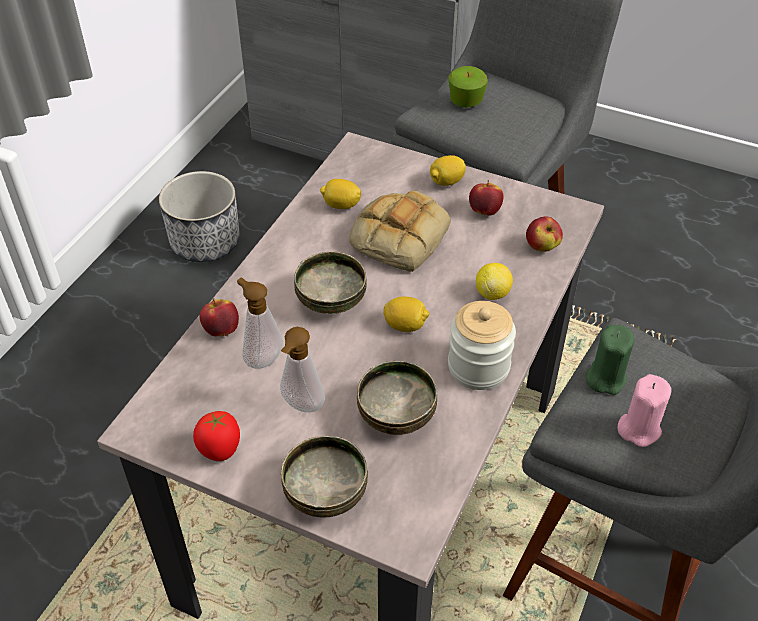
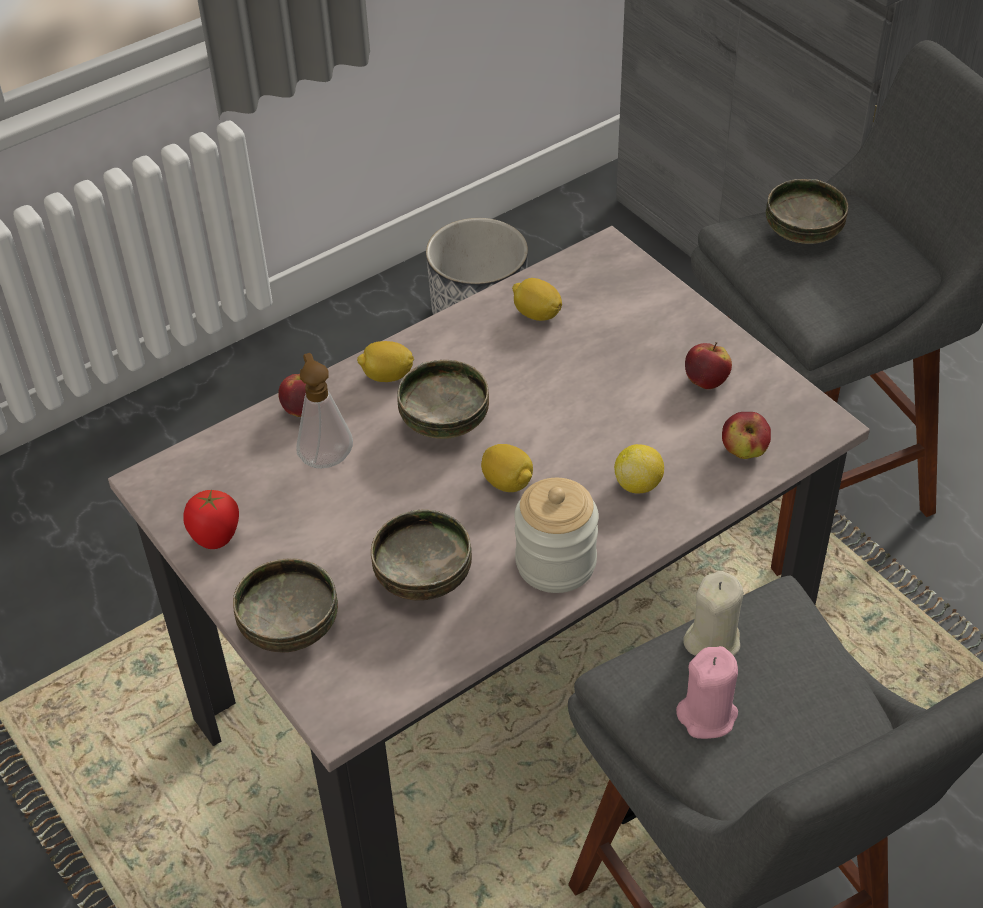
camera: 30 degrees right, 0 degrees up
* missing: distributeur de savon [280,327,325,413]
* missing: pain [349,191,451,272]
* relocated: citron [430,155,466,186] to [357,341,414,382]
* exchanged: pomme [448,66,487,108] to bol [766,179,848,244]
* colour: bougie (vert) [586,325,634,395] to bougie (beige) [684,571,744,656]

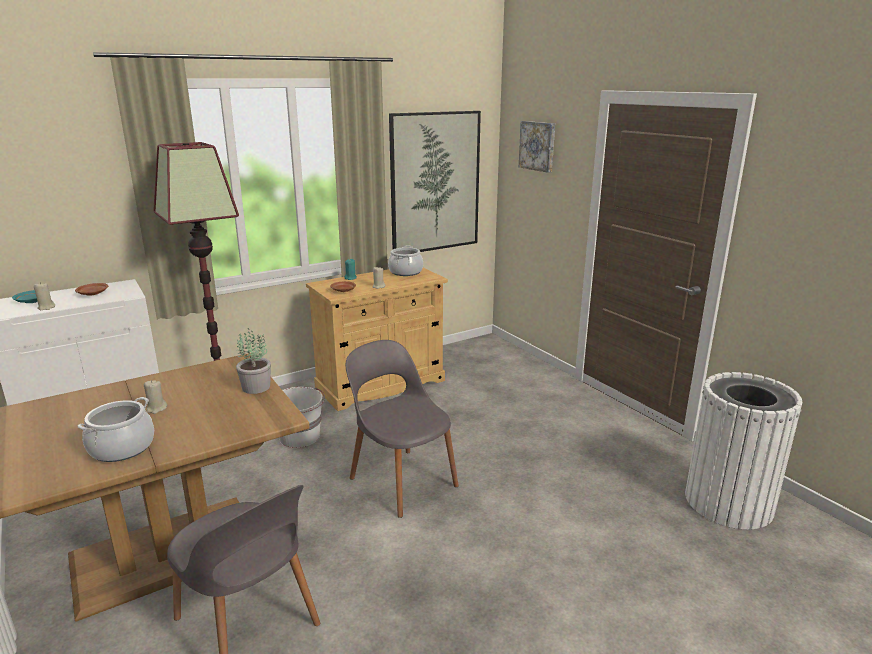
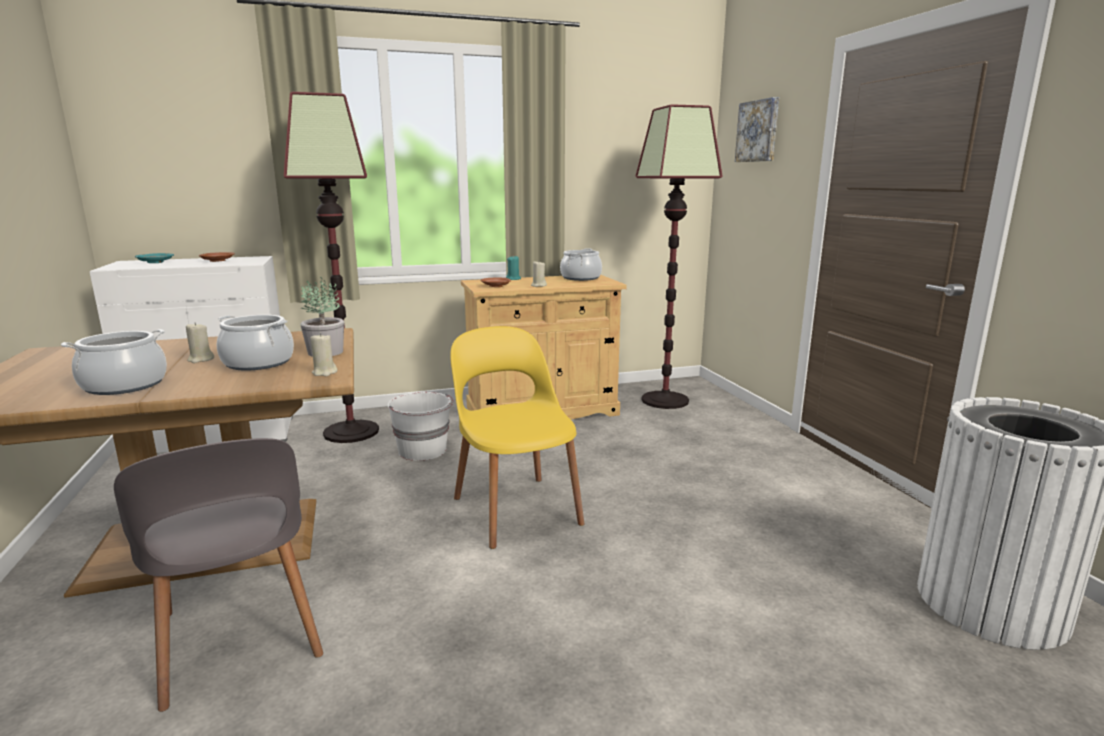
camera: 15 degrees right, 5 degrees down
* missing: tableau [389,111,481,252]
* appeared: marmite [217,315,294,371]
* appeared: lampadaire [636,104,723,409]
* relocated: bougie (beige) [34,282,55,310] to [310,333,337,376]
* colour: chaise (gris) [346,340,459,518] to chaise (jaune) [450,326,584,549]

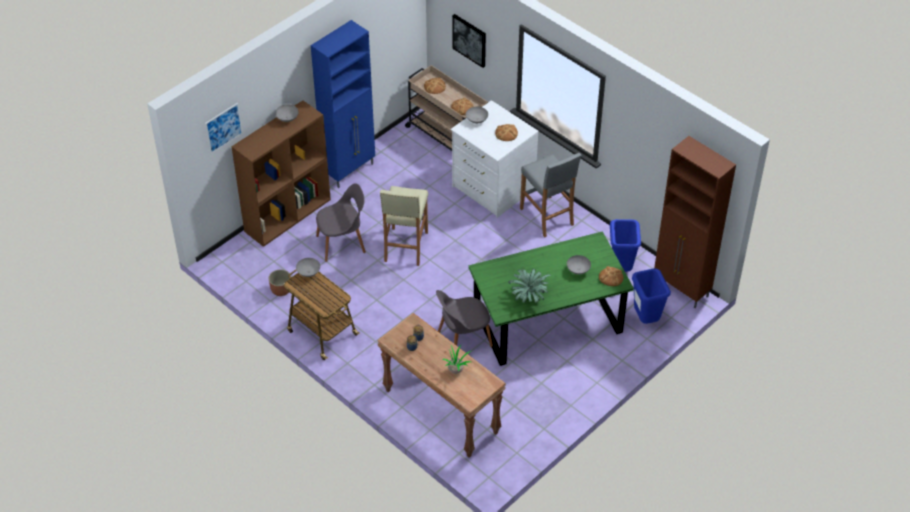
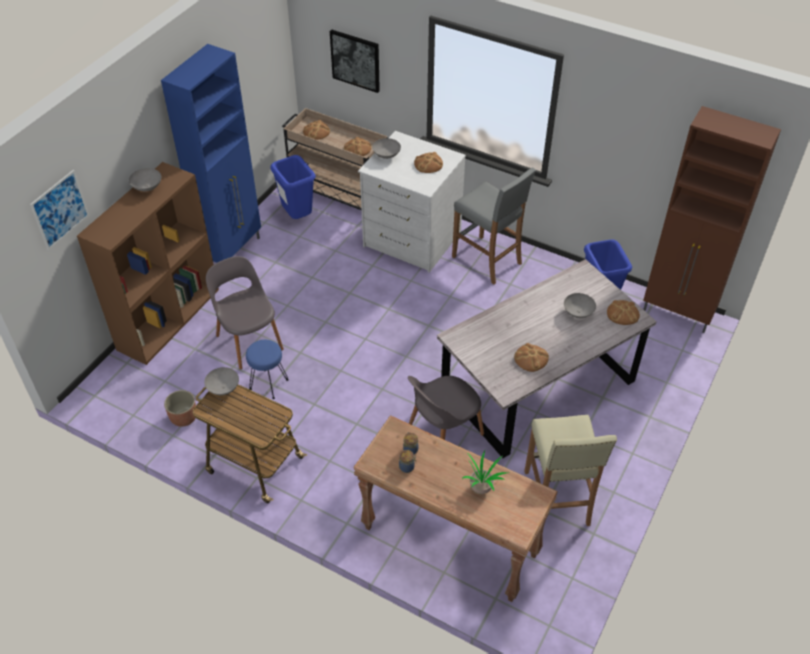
camera: 15 degrees left, 0 degrees up
* appeared: tabouret (bleu) [246,340,289,399]
* relocated: tabouret (beige) [380,186,428,266] to [524,415,617,526]
* relocated: poubelle (bleu) [632,268,671,324] to [270,155,316,219]
* exchanged: plante en pot [508,268,551,303] to pain [514,343,549,372]
* colour: table à manger (vert) [468,231,634,366] to table à manger (gris) [437,259,657,458]
* spun: chaise (gris) [316,183,366,262] = [206,256,284,370] 90 degrees counterclockwise

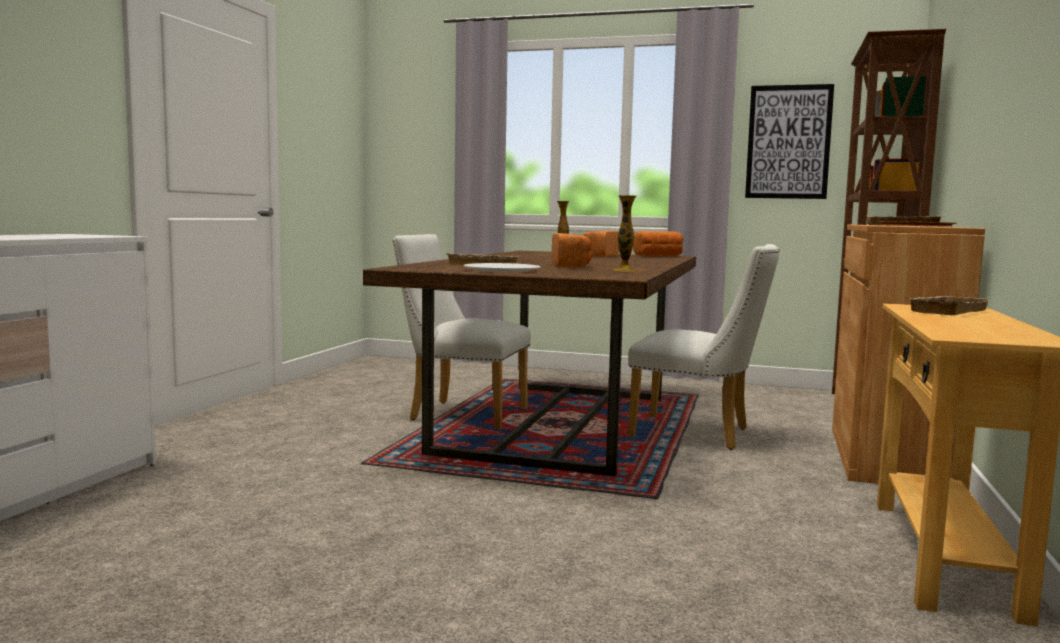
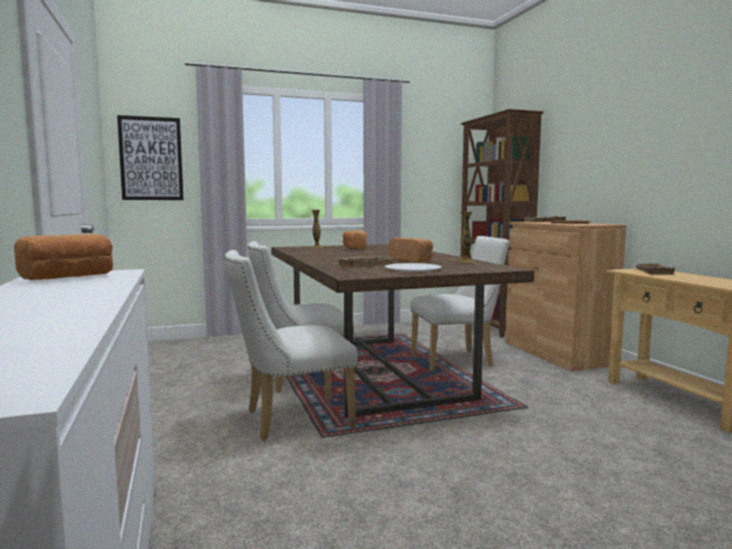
camera: 35 degrees left, 0 degrees up
* appeared: chaise (blanc) [225,250,358,441]
* relocated: pain [633,231,684,256] to [14,234,113,280]
* relocated: tableau [745,84,834,199] to [117,115,184,200]

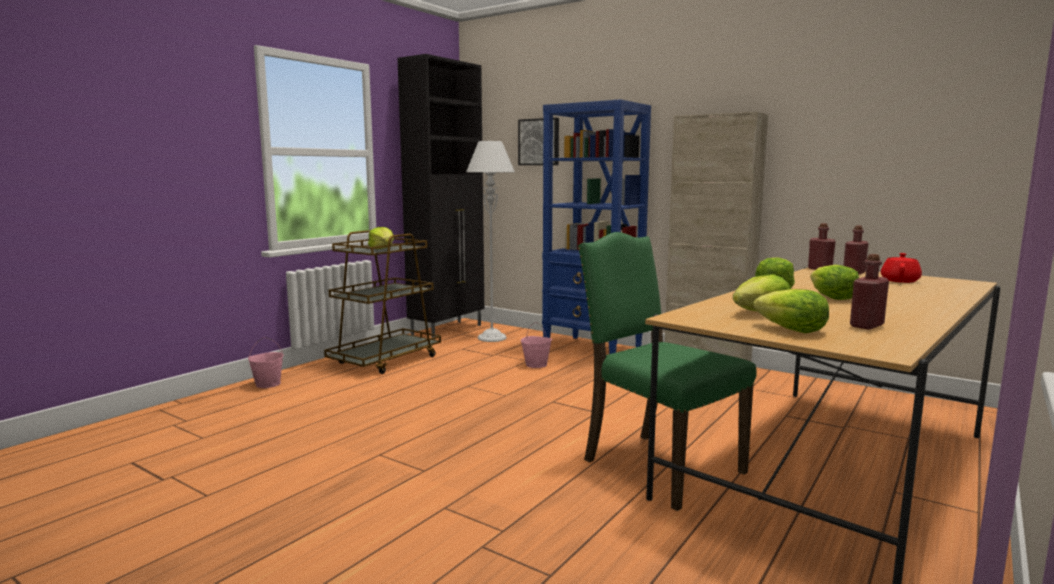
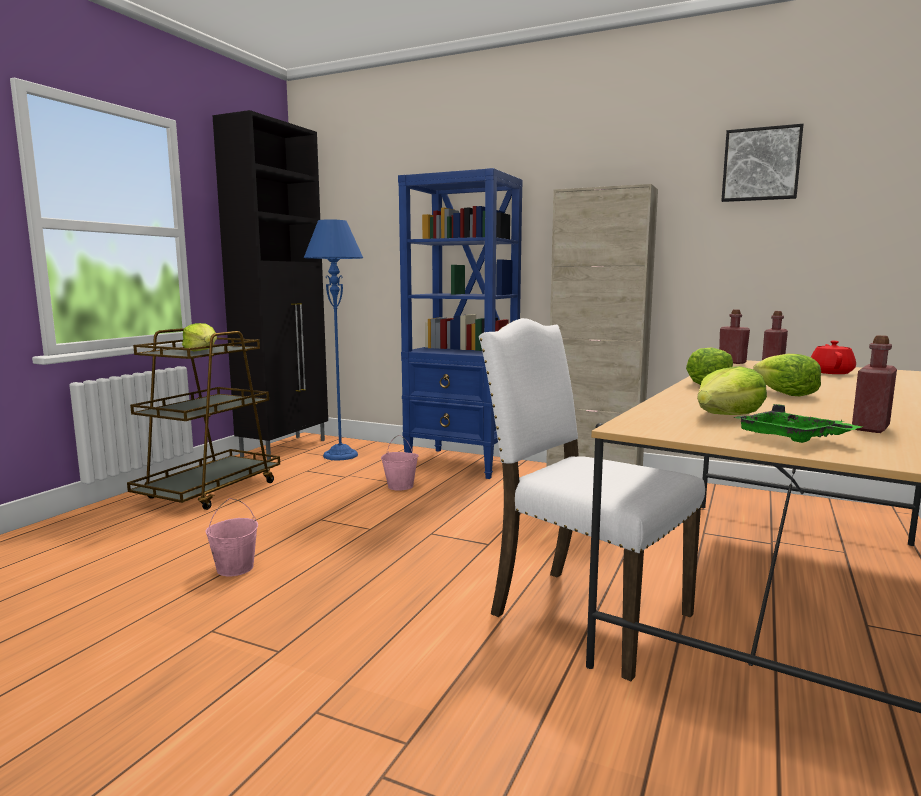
camera: 10 degrees left, 0 degrees up
* relocated: seau (rose) [248,337,283,388] to [205,498,258,576]
* relocated: tableau [518,118,559,165] to [721,124,803,202]
* exchanged: laitue [753,289,829,333] to plateau (vert) [733,404,863,443]
* colour: lampadaire (gris) [466,141,515,342] to lampadaire (bleu) [304,219,363,460]
* colour: chaise (vert) [578,232,757,511] to chaise (blanc) [479,318,705,681]

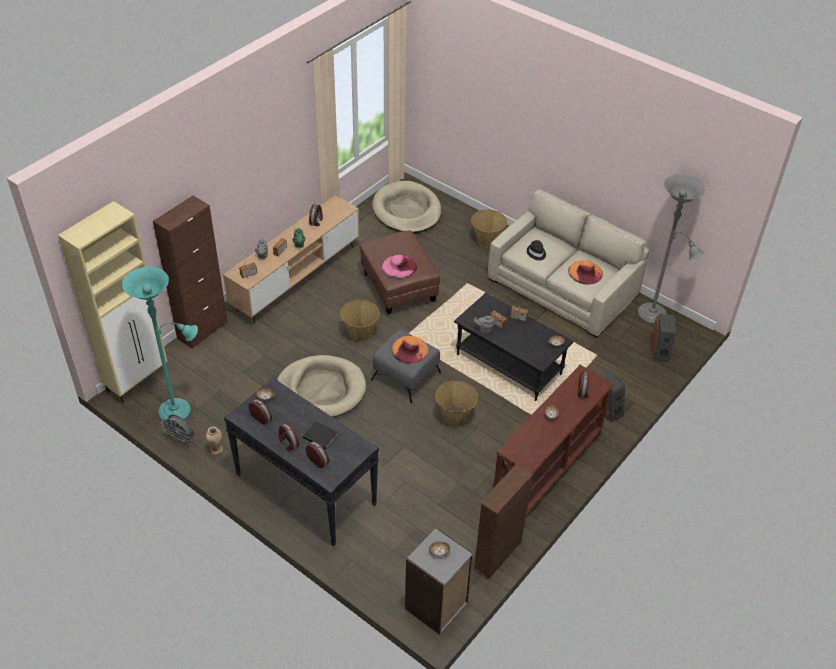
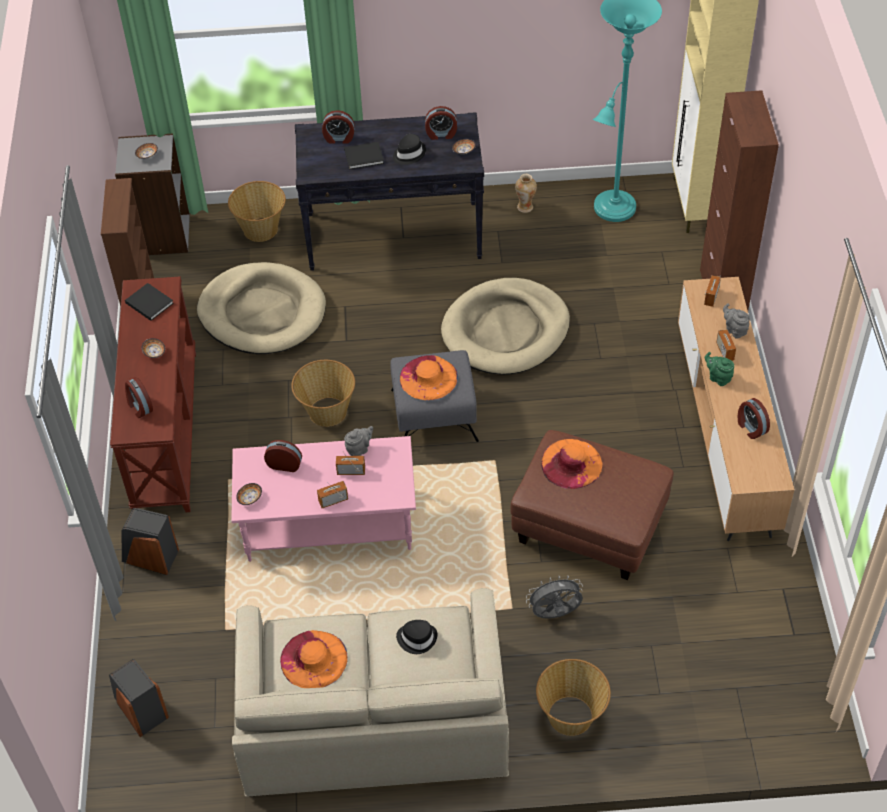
camera: 140 degrees right, 5 degrees up
* missing: lampadaire (gris) [638,174,705,325]
* appeared: livre (noir) [125,283,174,321]
* appeared: chapeau (noir) [393,134,426,165]
* relocated: ventilateur (gris) [161,415,194,446] to [526,575,583,619]
* relocated: réveil [279,422,299,451] to [264,440,302,472]
* relocated: panier [340,300,380,342] to [228,181,286,242]
* relocated: panier pour chien (beige) [372,181,441,233] to [197,262,326,354]
* colour: chapeau (rose) [382,254,417,278] to chapeau (orange) [541,439,602,489]
* colour: table basse (noir) [454,293,573,401] to table basse (rose) [231,436,416,562]

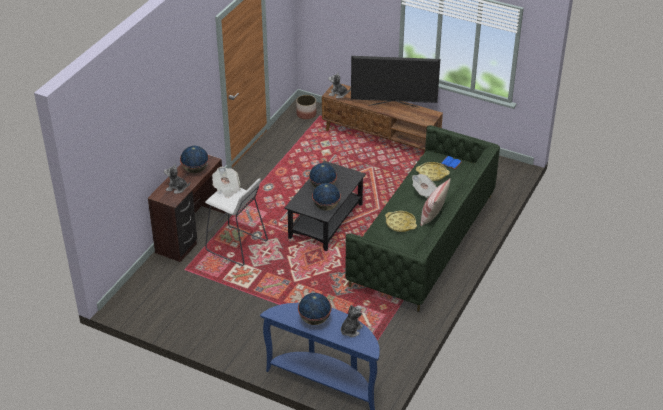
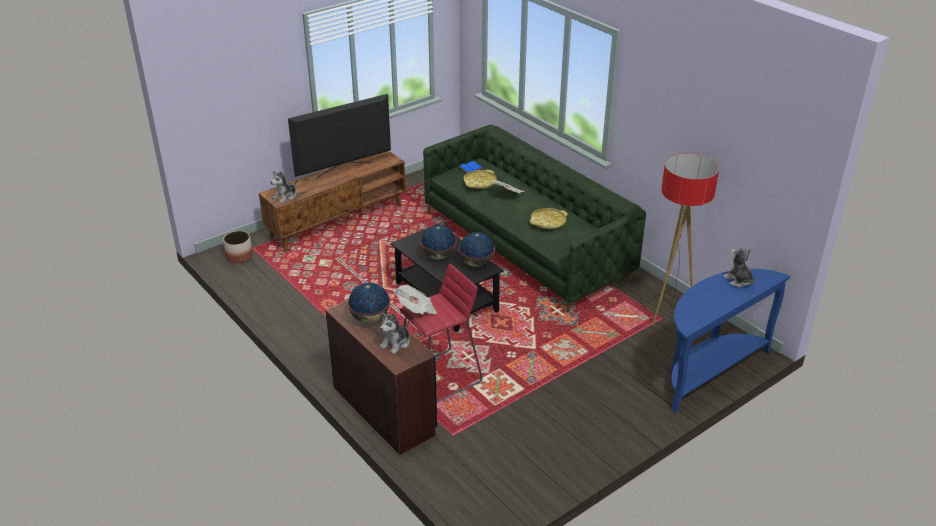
camera: 65 degrees left, 5 degrees down
* missing: globe [298,293,331,325]
* missing: coussin [421,178,451,226]
* appeared: lampadaire [652,153,719,326]
* colour: tabouret (blanc) [205,178,268,266] to tabouret (rouge) [400,264,482,402]
* spun: téléviseur [351,56,440,108] = [288,94,391,179] 150 degrees counterclockwise

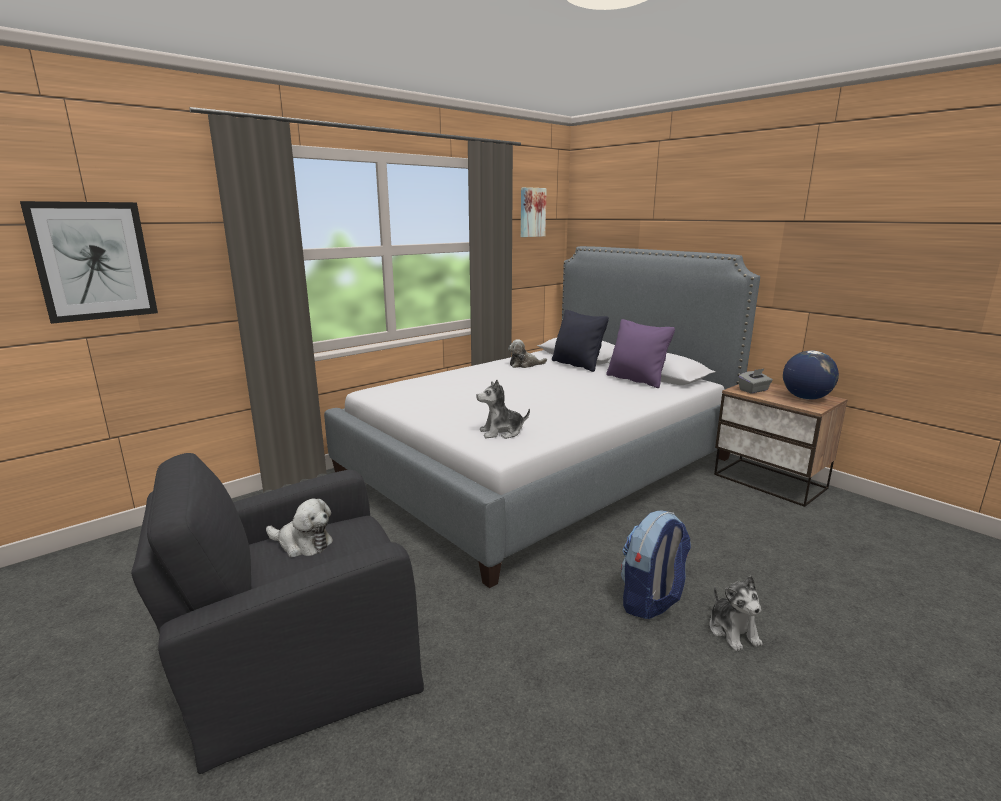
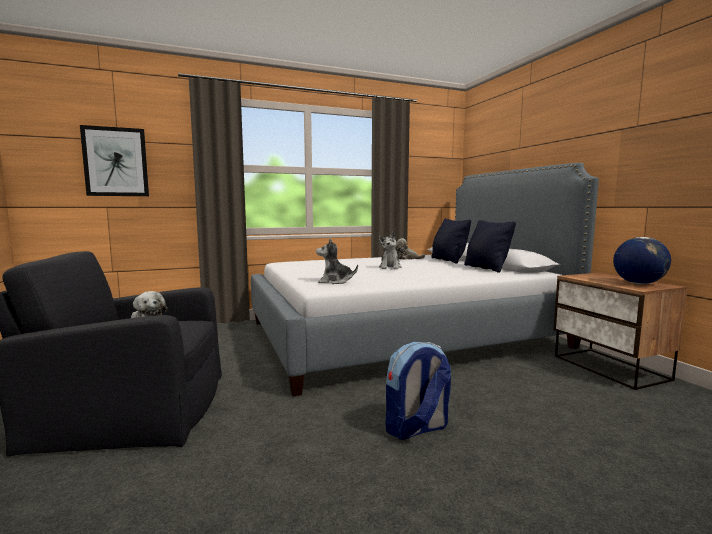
camera: 20 degrees right, 10 degrees down
* missing: tableau [521,187,547,237]
* missing: boîte à mouchoirs (gris) [738,368,773,394]
* relocated: peluche [709,576,763,651] to [379,232,402,269]
* colour: coussin (violet) [606,319,675,388] to coussin (noir) [464,220,516,273]

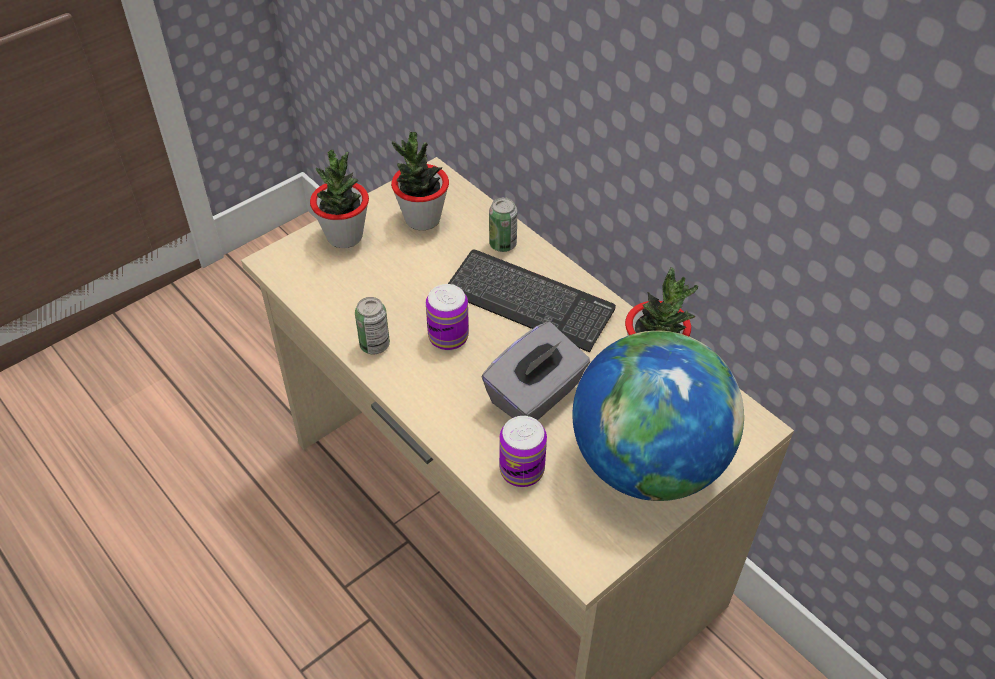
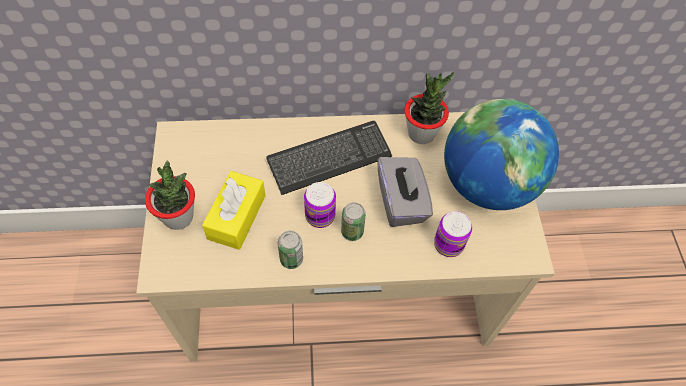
camera: 55 degrees left, 10 degrees up
* missing: plante en pot [391,132,449,231]
* appeared: boîte à mouchoirs (jaune) [202,171,266,250]
* relocated: boîte métallique [489,197,518,252] to [341,202,366,241]

